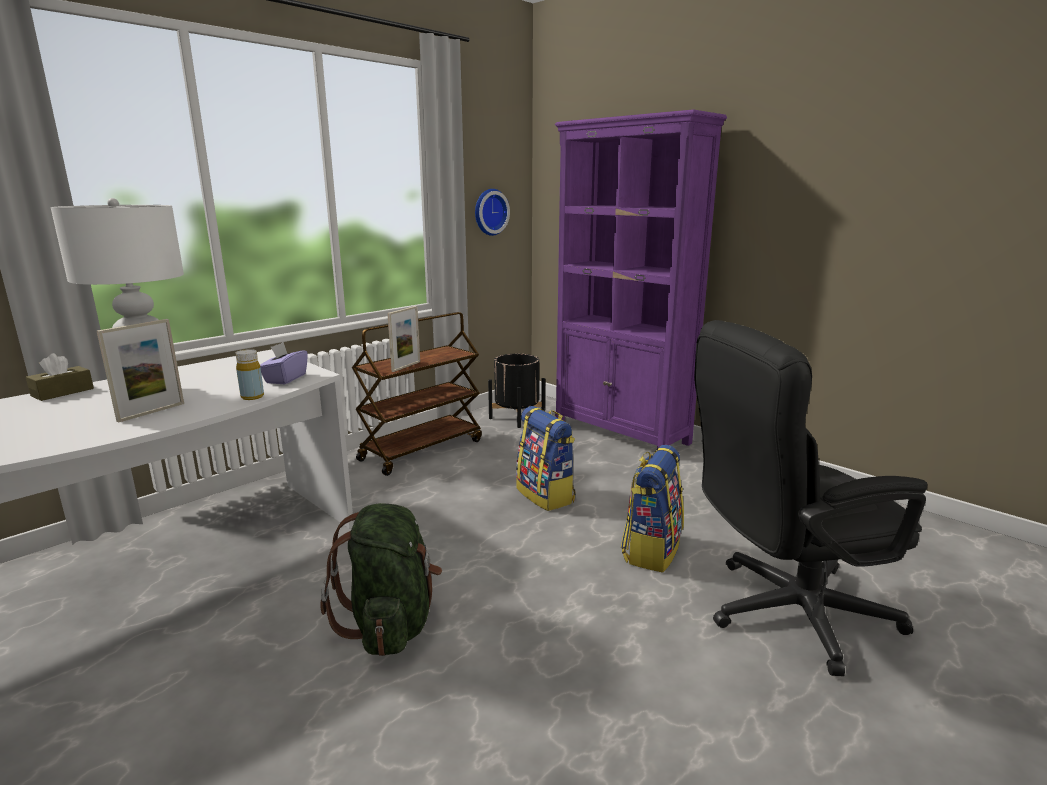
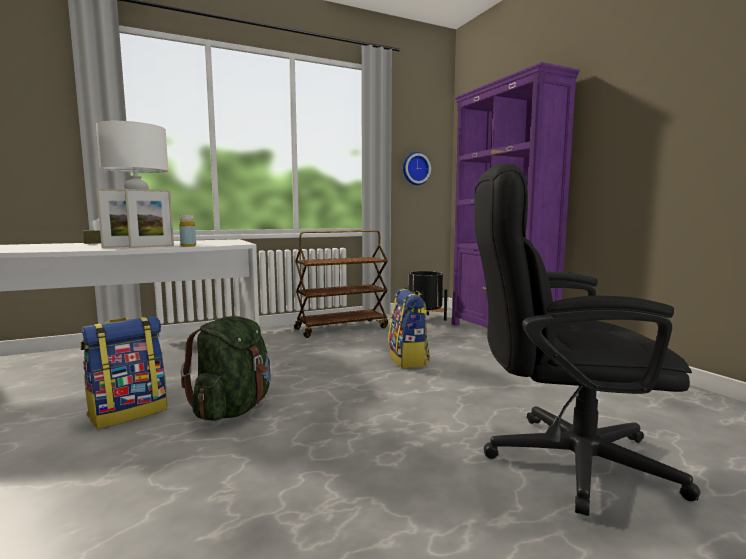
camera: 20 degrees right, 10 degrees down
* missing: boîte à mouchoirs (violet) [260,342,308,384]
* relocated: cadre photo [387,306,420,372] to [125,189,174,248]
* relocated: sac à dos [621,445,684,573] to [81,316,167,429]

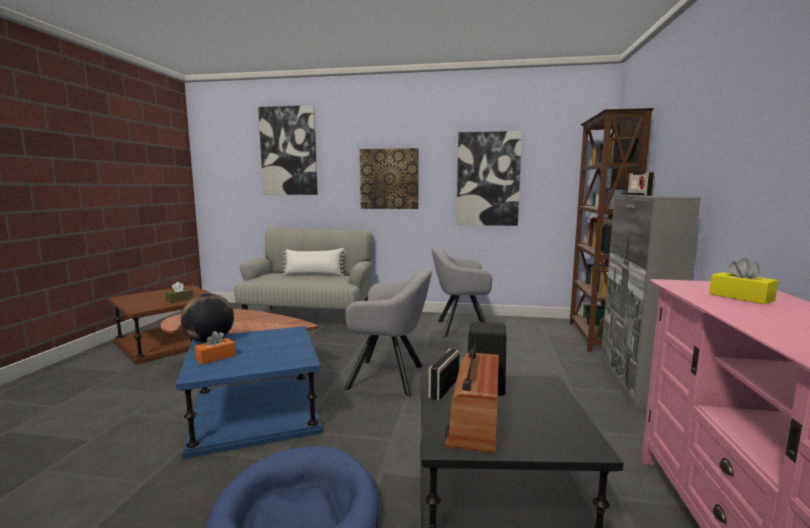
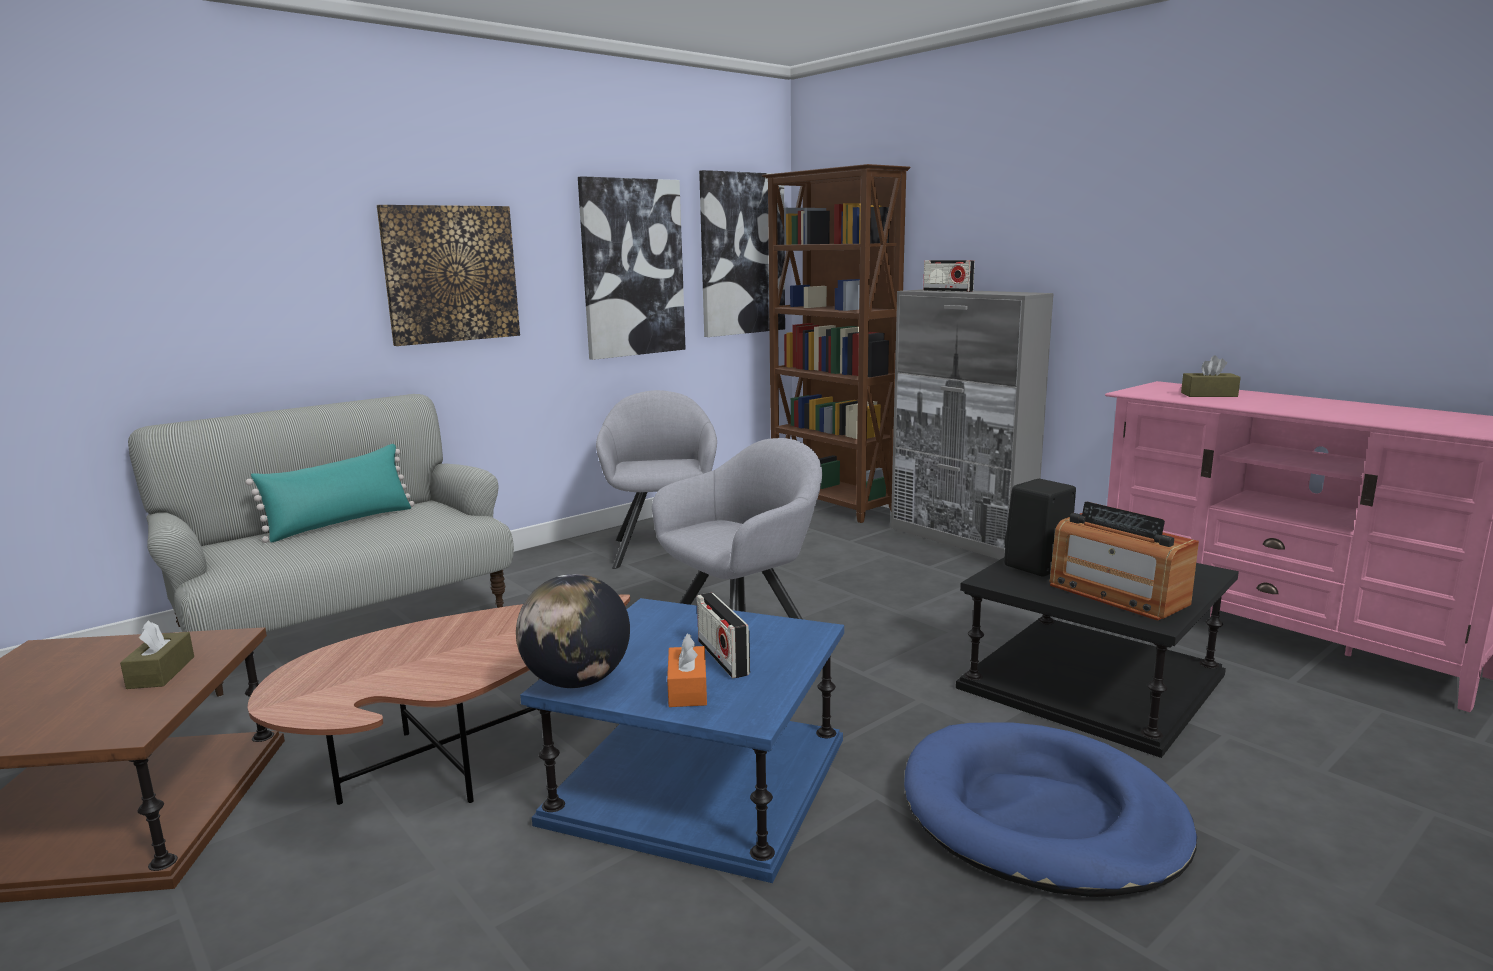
camera: 50 degrees left, 5 degrees up
* relocated: tableau [258,105,318,195] to [699,170,785,337]
* relocated: radio [428,349,459,401] to [697,593,750,678]
* colour: coussin (blanc) [282,248,346,276] to coussin (turquoise) [245,444,415,543]
* colour: boîte à mouchoirs (jaune) [709,258,778,304] to boîte à mouchoirs (marron) [1181,355,1241,397]
* spun: fauteuil (gris) [431,246,492,338] = [596,390,717,569] 135 degrees clockwise

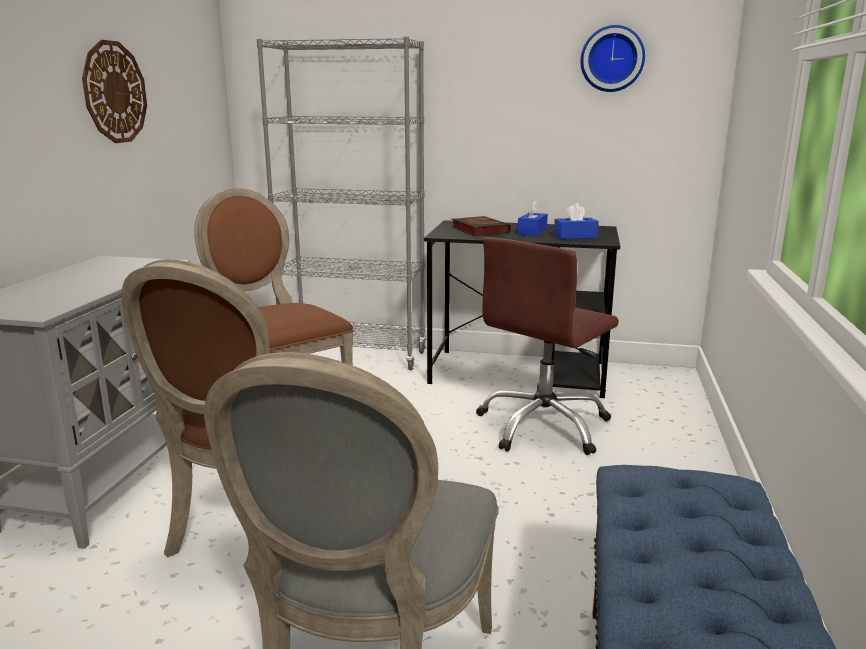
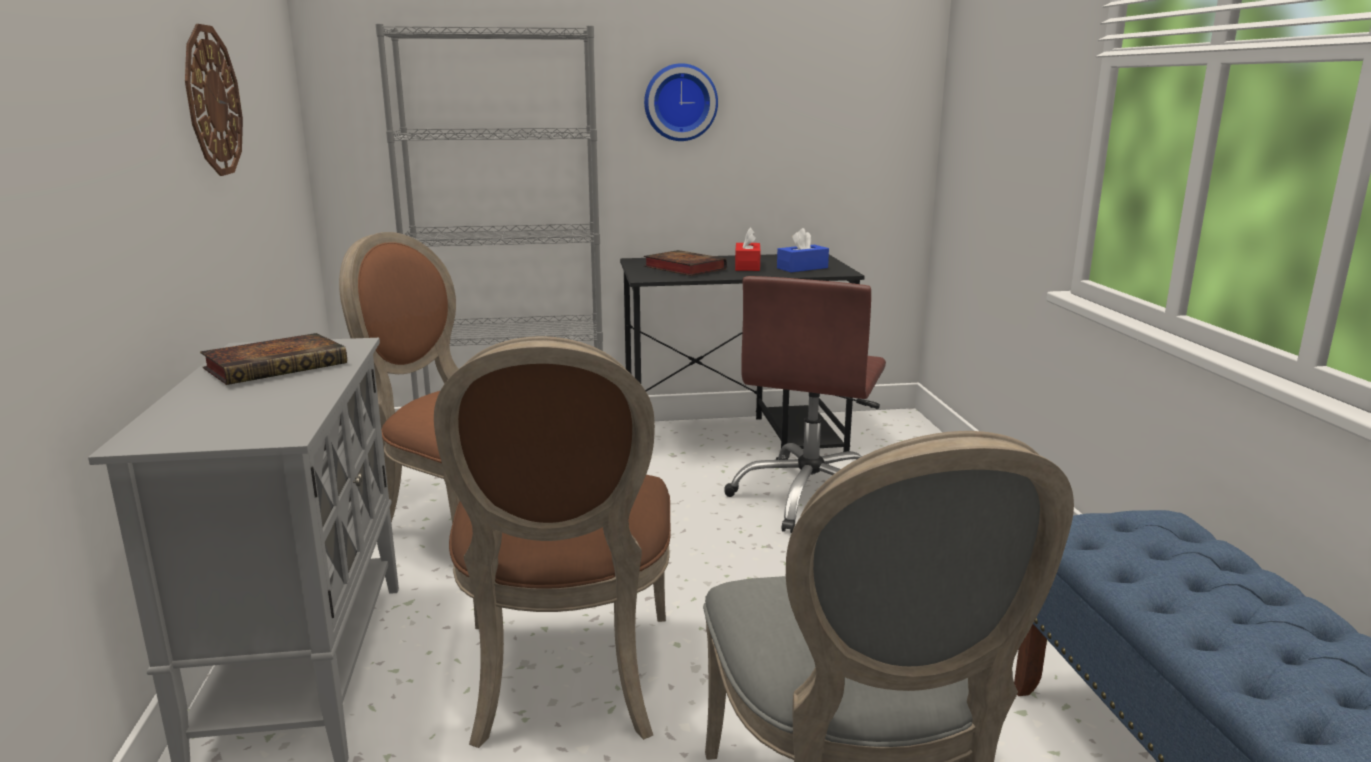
camera: 20 degrees left, 0 degrees up
* appeared: livre [200,333,347,385]
* relocated: horloge murale [580,25,645,92] to [644,63,718,141]
* colour: boîte à mouchoirs (bleu) [517,200,548,236] to boîte à mouchoirs (rouge) [735,227,761,271]

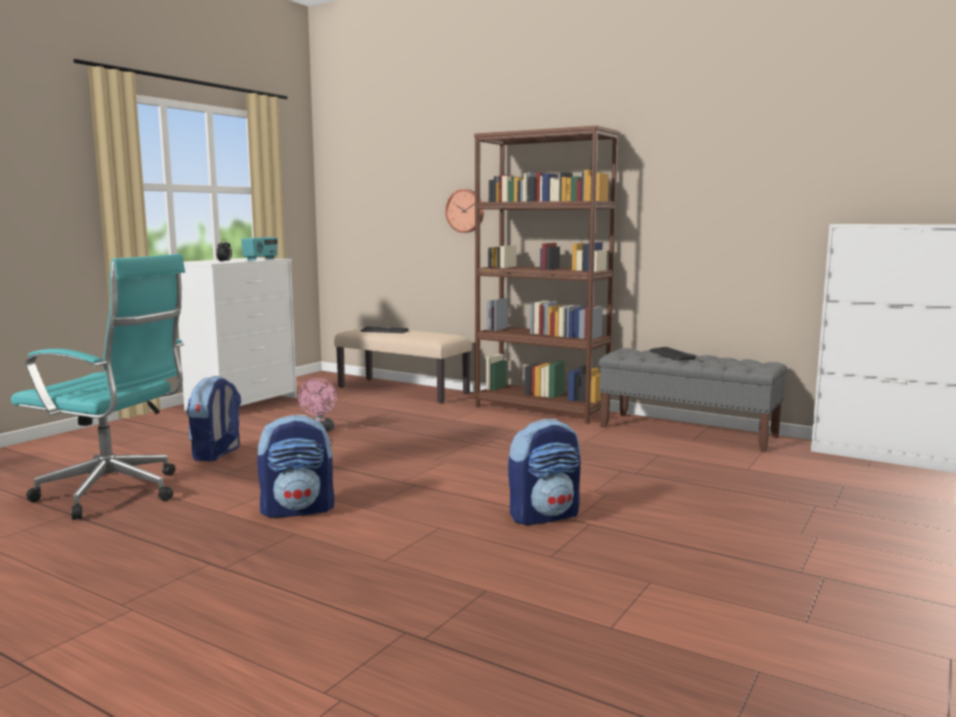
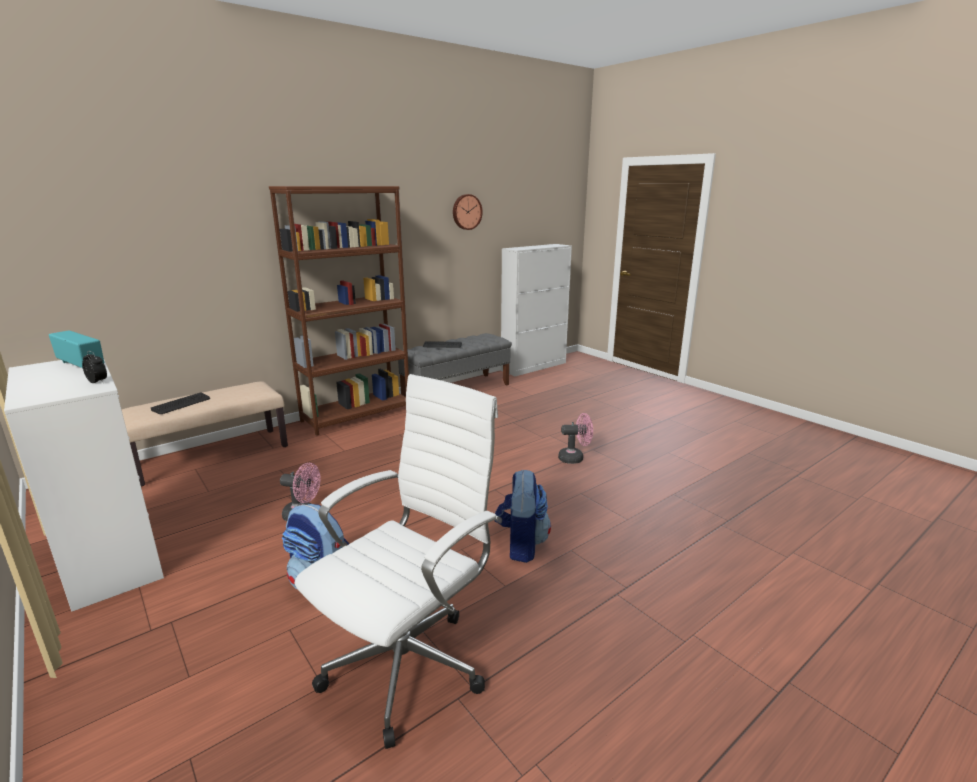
camera: 70 degrees left, 10 degrees up
* relocated: horloge murale [445,189,484,233] to [453,194,483,230]
* exchanged: sac à dos [508,419,581,525] to ventilateur (rose) [558,413,593,464]
* colour: chaise de bureau (turquoise) [11,254,185,520] to chaise de bureau (blanc) [295,374,499,749]

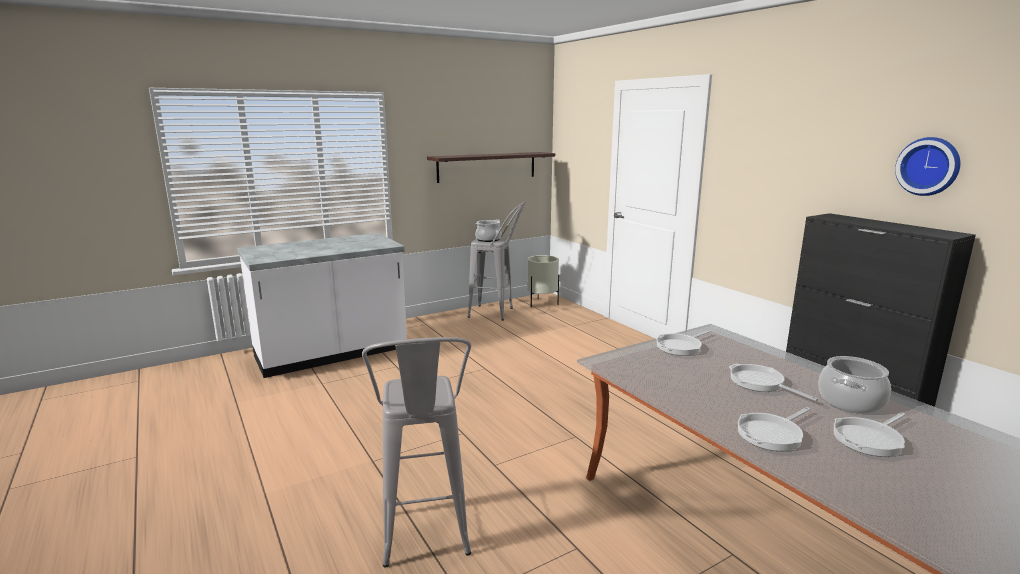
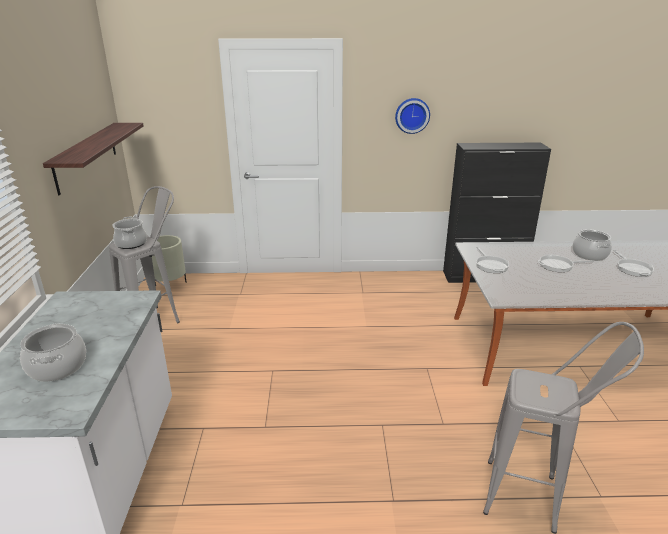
camera: 60 degrees left, 10 degrees up
* missing: poêle [738,407,810,451]
* appeared: marmite [20,323,86,382]
* relocated: horloge murale [895,137,960,196] to [395,98,430,134]

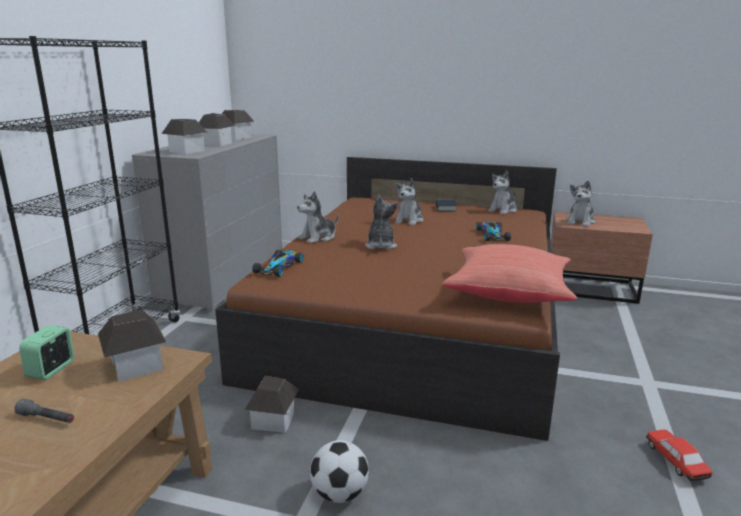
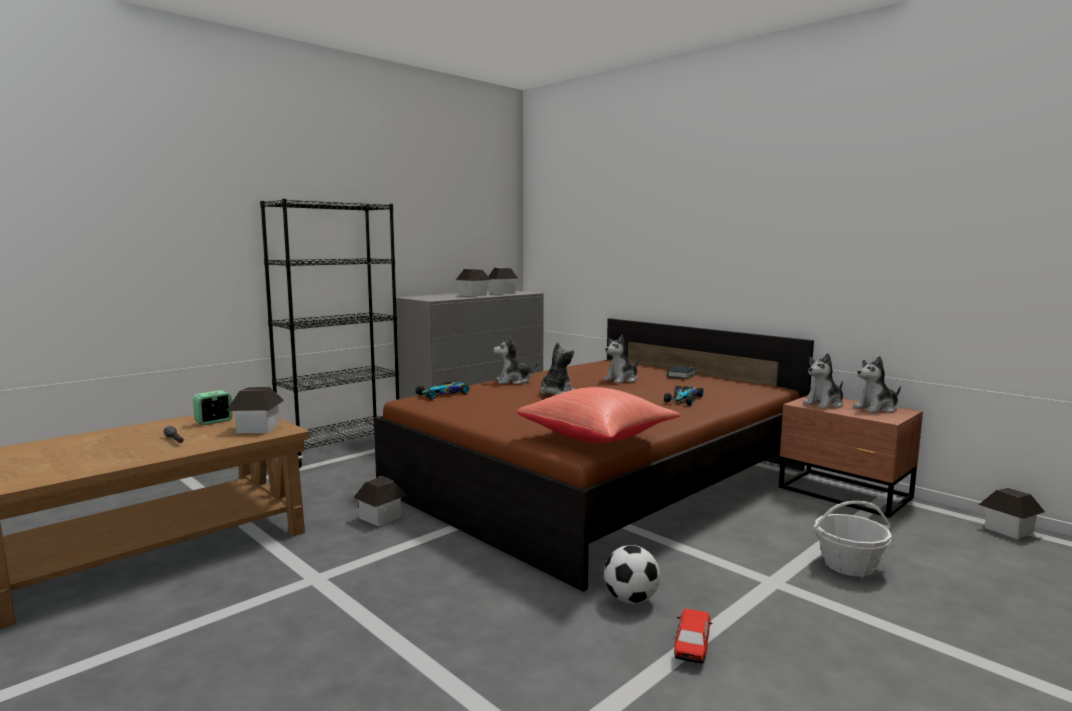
camera: 30 degrees right, 10 degrees down
* appeared: panier [814,501,892,577]
* relocated: maison miniature [161,119,208,154] to [979,488,1045,539]
* relocated: ballon de foot [310,440,369,503] to [604,545,660,604]
* relocated: peluche [488,170,517,214] to [853,356,901,413]

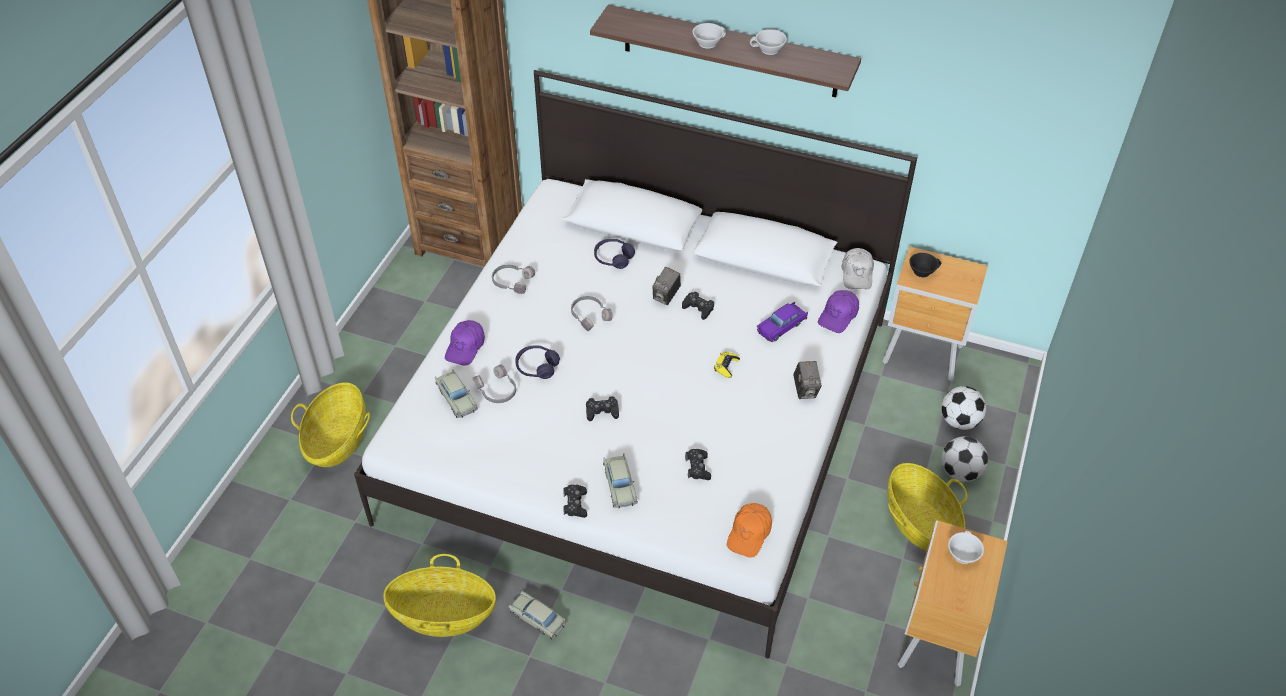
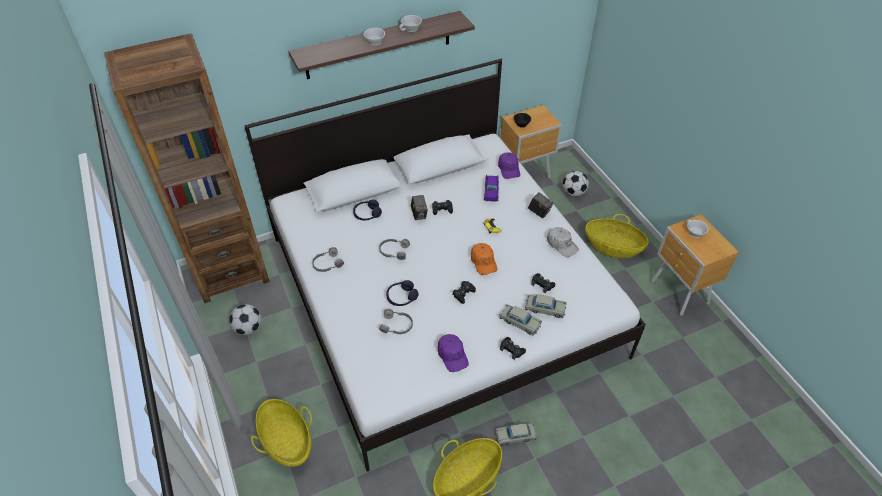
camera: 45 degrees left, 0 degrees up
* relocated: petite voiture (beige) [435,369,478,418] to [525,294,567,318]
* relocated: casquette (violet) [445,320,485,366] to [438,334,469,372]
* relocated: casquette (orange) [727,503,772,558] to [471,243,497,275]
* relocated: casquette (blanc) [841,248,874,289] to [547,227,579,257]
* relocated: ballon de foot [941,436,988,482] to [229,304,261,335]

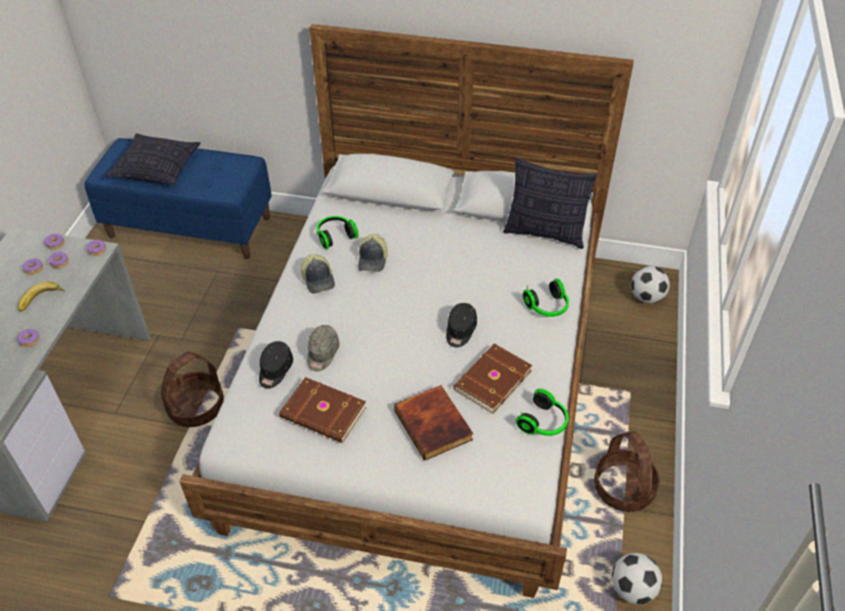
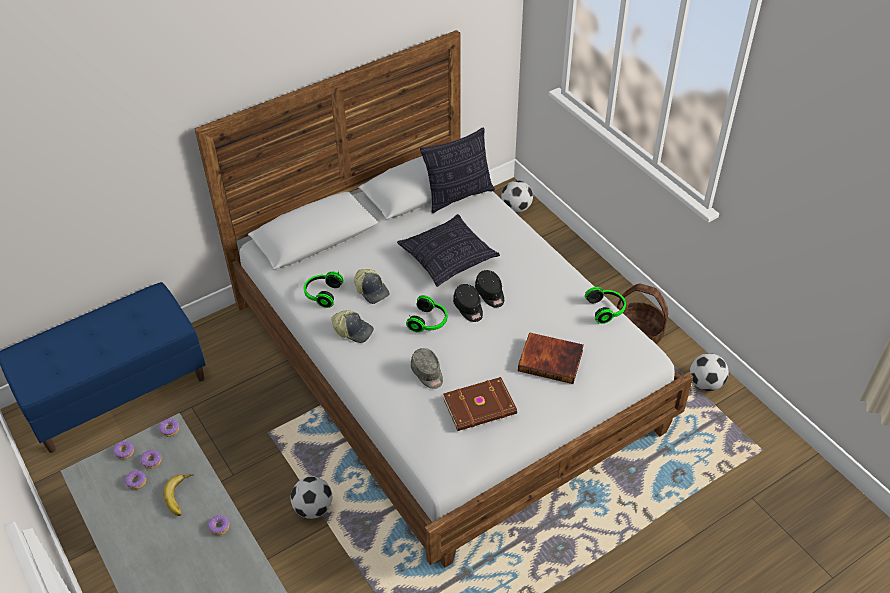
camera: 45 degrees left, 0 degrees up
* missing: livre (marron) [453,344,532,414]
* relocated: coussin [106,133,201,186] to [397,214,500,287]
* relocated: casquette (noir) [259,341,293,388] to [453,284,483,322]
* relocated: casque audio [523,279,569,317] to [406,295,447,333]
* exchanged: panier [161,351,224,427] to ballon de foot [291,476,332,519]

